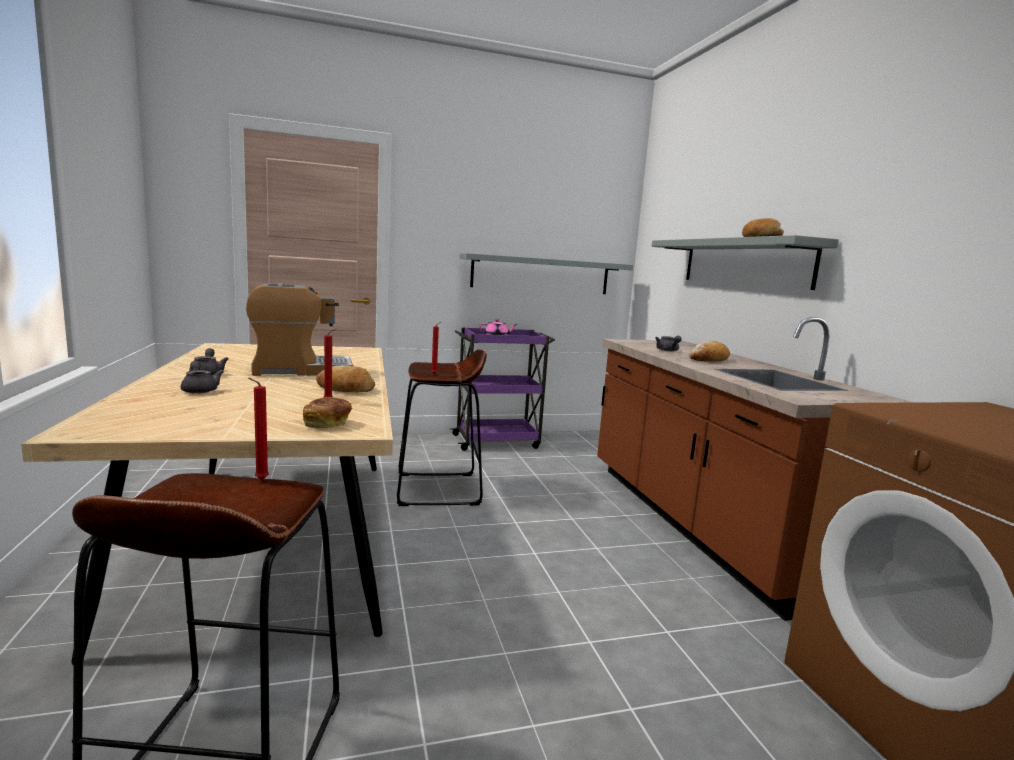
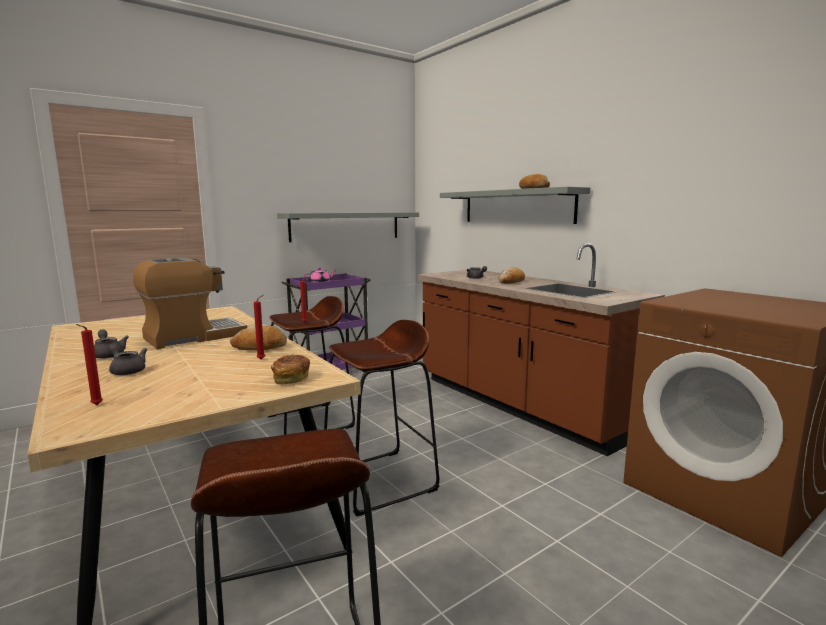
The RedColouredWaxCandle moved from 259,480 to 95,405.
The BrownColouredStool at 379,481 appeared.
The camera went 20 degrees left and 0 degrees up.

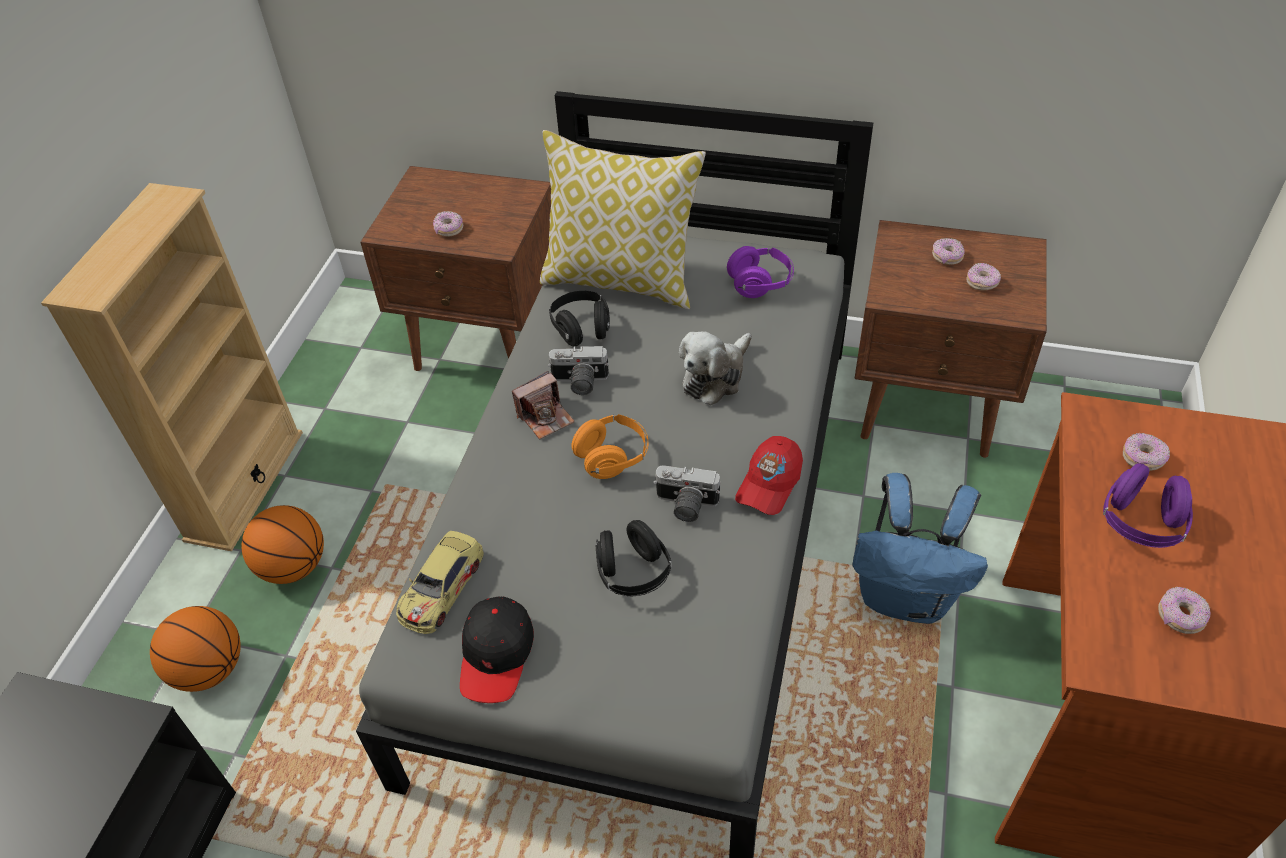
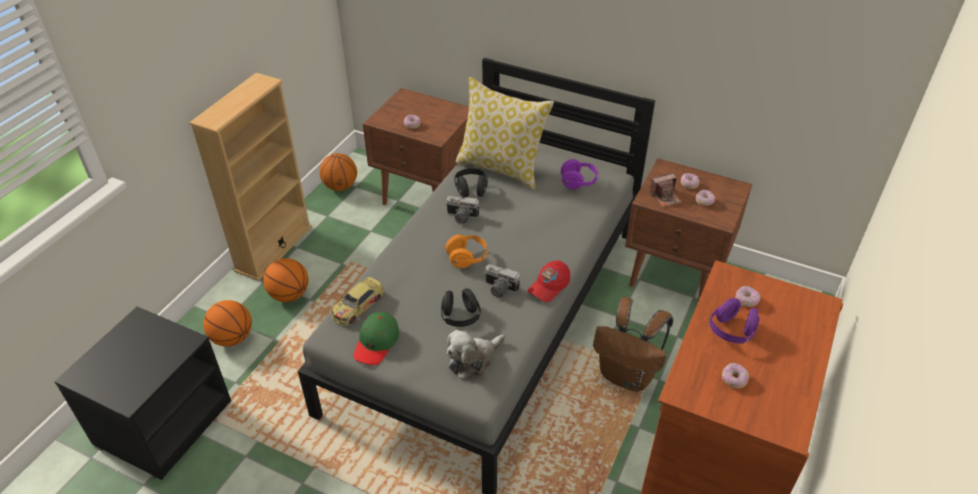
The BallForBasketball at 340,186 appeared.
The BlackishPeakedCap at 496,655 became the GreenColouredPeakedCap at 377,343.
The PlushToy moved from 715,376 to 473,360.
The BlueColouredBackpack at 906,597 became the BrownColouredBackpack at 627,375.
The PhotoCamera moved from 545,417 to 665,197.
The camera went 10 degrees right and 5 degrees down.

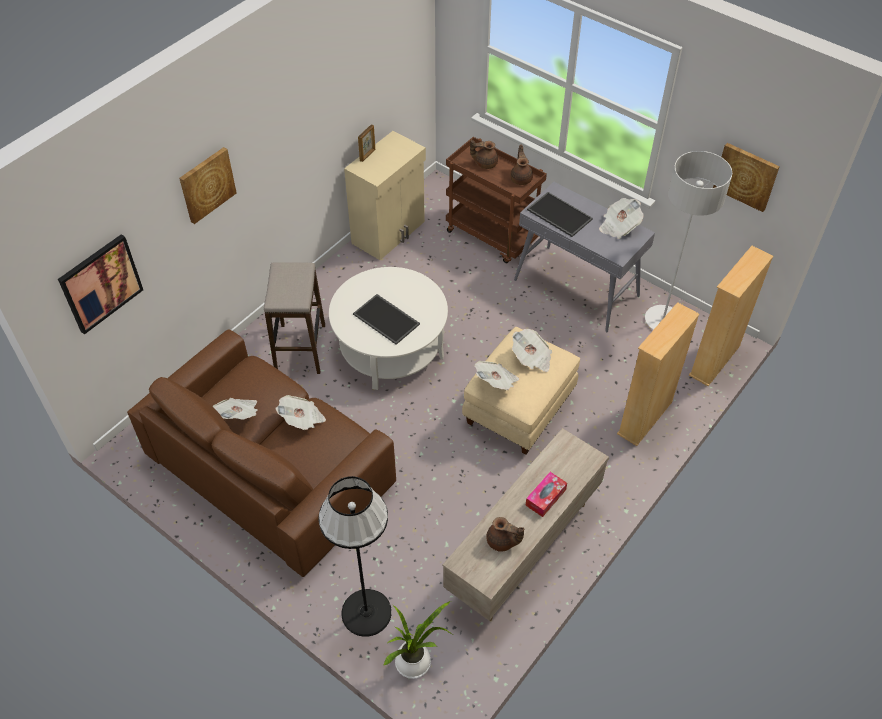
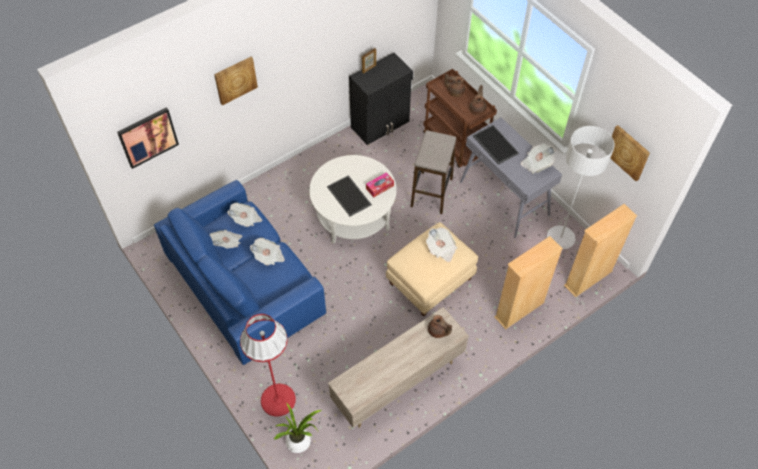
The BrownColouredSofa at 271,468 became the BlueColouredSofa at 245,283.
The PrintedPaper moved from 496,382 to 246,219.
The BlackishFloorLamp at 366,612 became the RedColouredFloorLamp at 278,400.
The BeigeColouredStorageCabinet at 389,232 became the BlackishStorageCabinet at 381,124.
The TissueHolder moved from 545,497 to 380,187.
The Stool moved from 300,349 to 431,193.
The BrownColouredPotForTea moved from 502,541 to 438,331.
The camera went 15 degrees right and 5 degrees up.

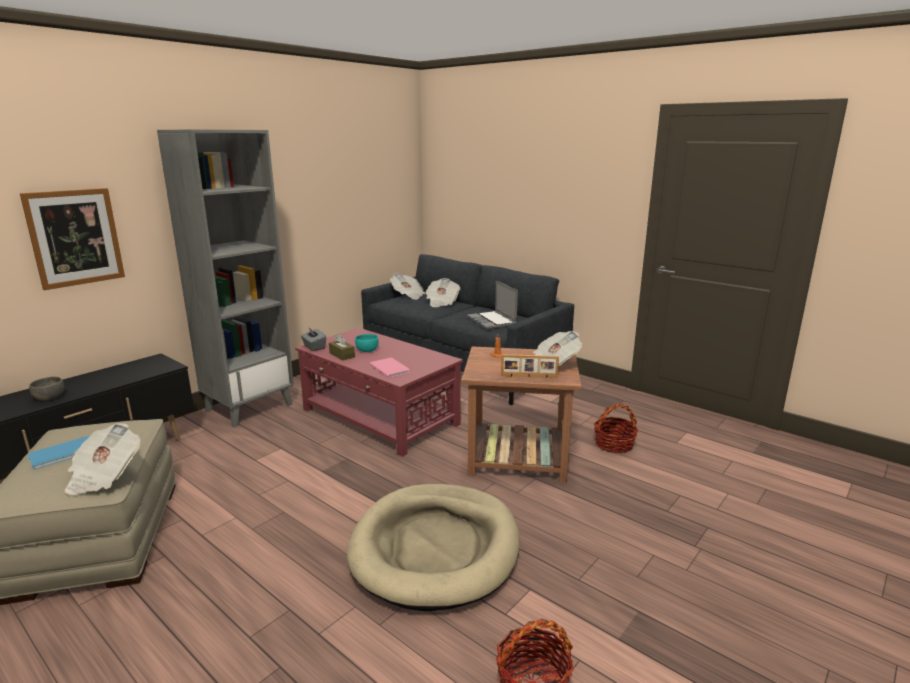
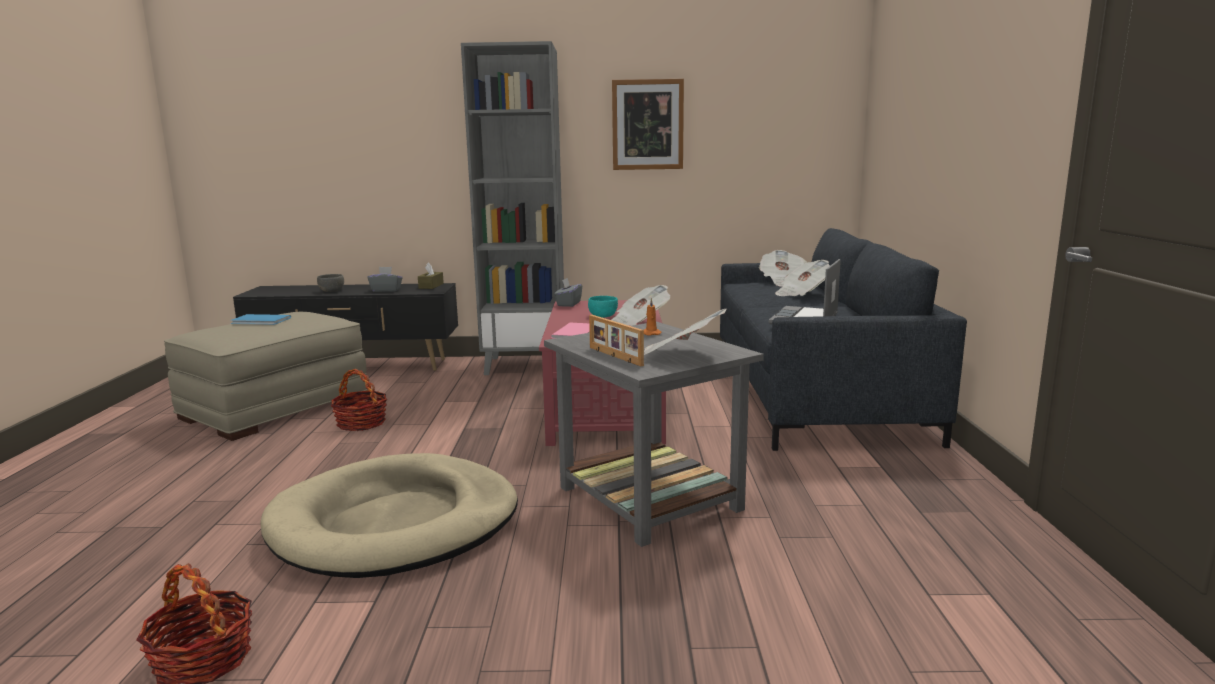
The Basket moved from 613,444 to 361,423.
The GreyishTissueHolder at 386,290 appeared.
The BrownColouredTissueHolder moved from 342,355 to 431,286.
The BrownColouredEndTable at 519,457 became the GreyishEndTable at 650,499.
The WallPicture moved from 75,237 to 647,125.
The PrintedPaper moved from 104,476 to 638,323.
The camera went 50 degrees right and 5 degrees down.

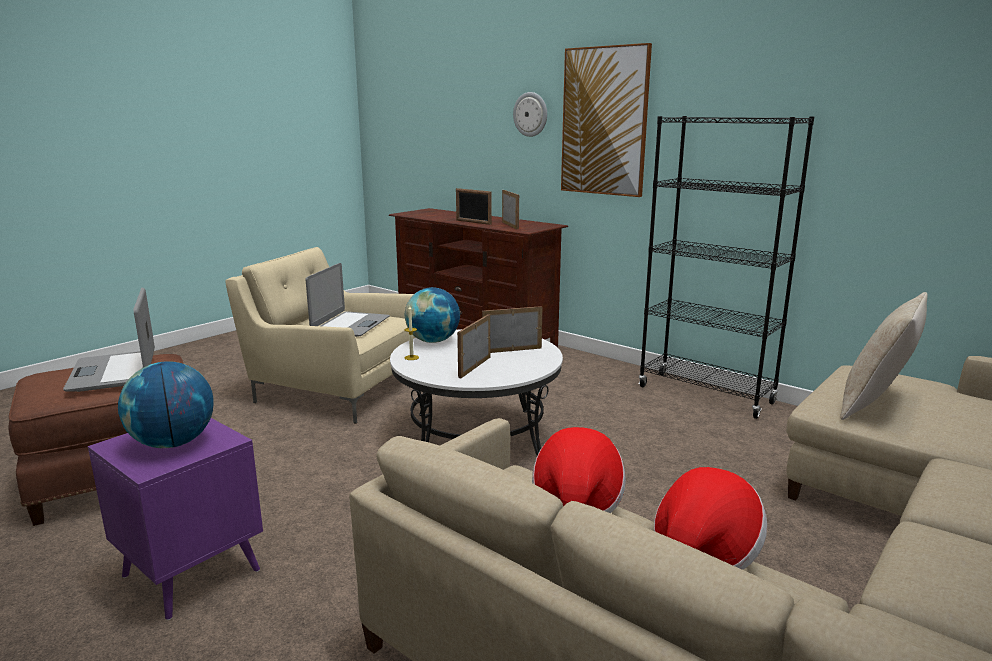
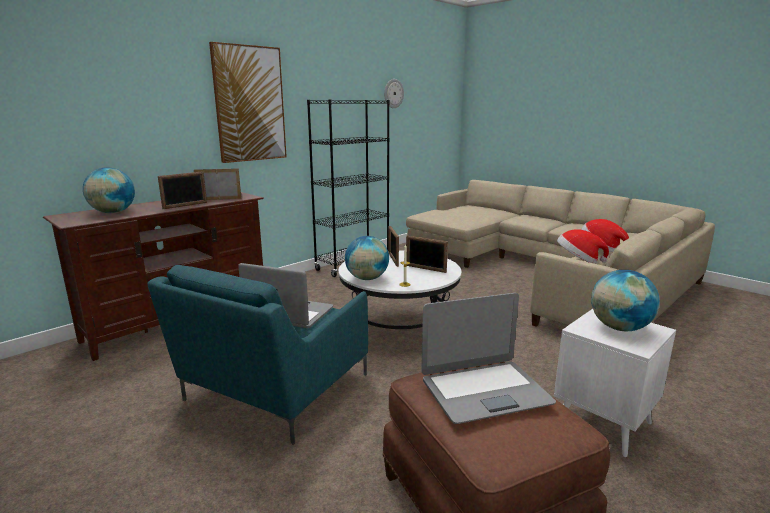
The WorldGlobe at 113,212 appeared.
The BeigeColouredArmchair at 337,387 became the TurquoiseColouredArmchair at 273,390.
The WallClock moved from 530,114 to 393,93.
The PurplishEndTable at 191,573 became the WhitishEndTable at 603,423.
The BeigeColouredThrowPillow at 875,404 disappeared.
The camera went 85 degrees left and 0 degrees up.

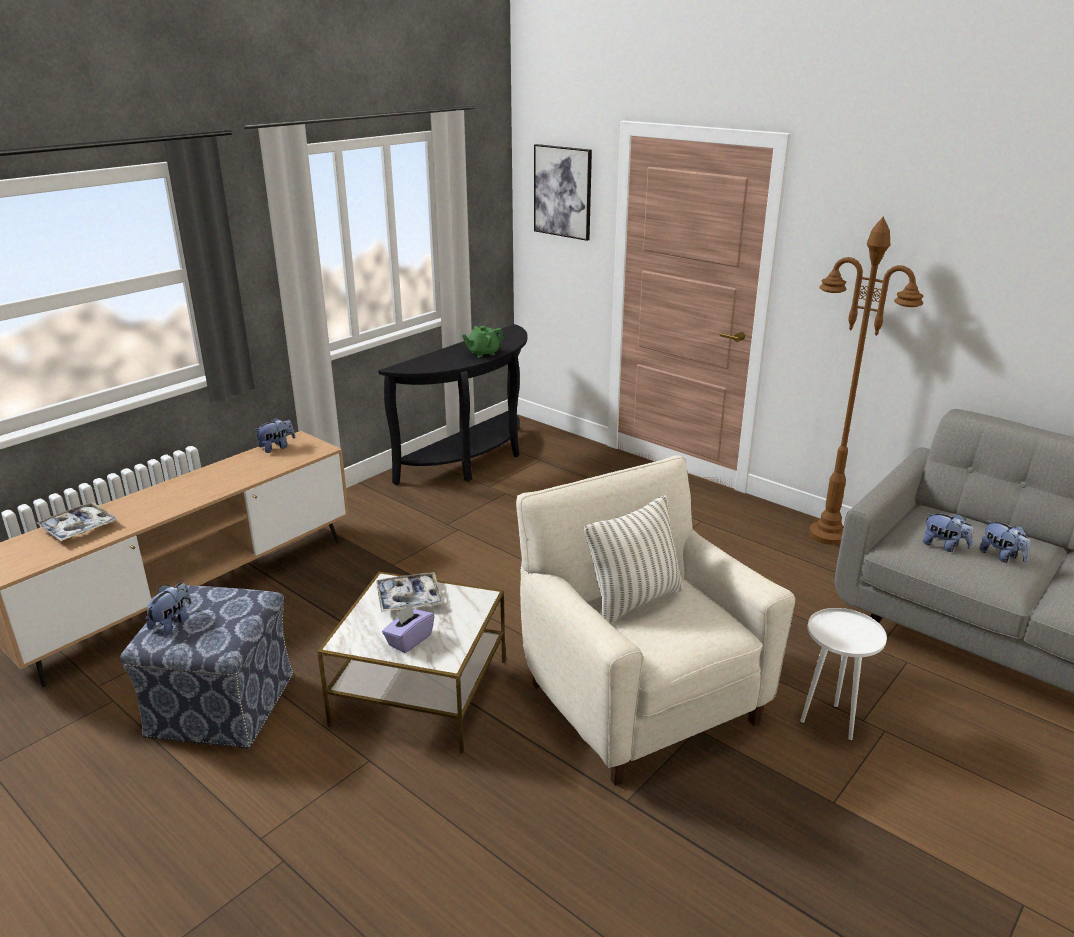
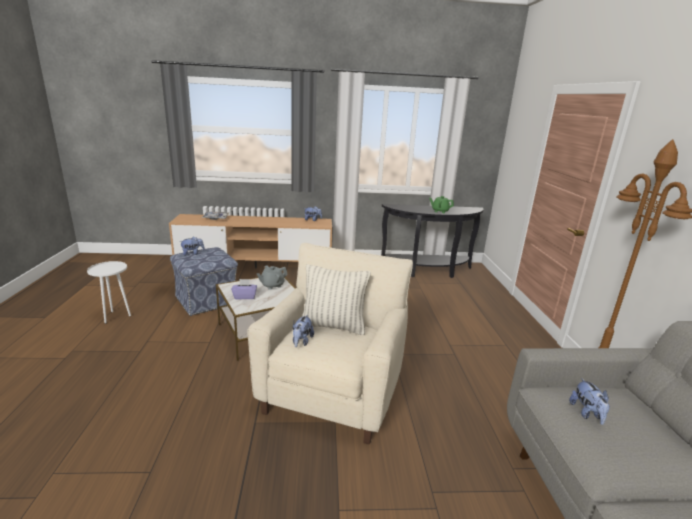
The WhitishEndTable moved from 829,722 to 116,316.
The Tray at 409,598 was replaced by the GreyishPotForTea at 272,285.
The PlushToy moved from 1001,556 to 301,342.
The WallPicture at 563,192 disappeared.
The camera went 45 degrees right and 5 degrees down.

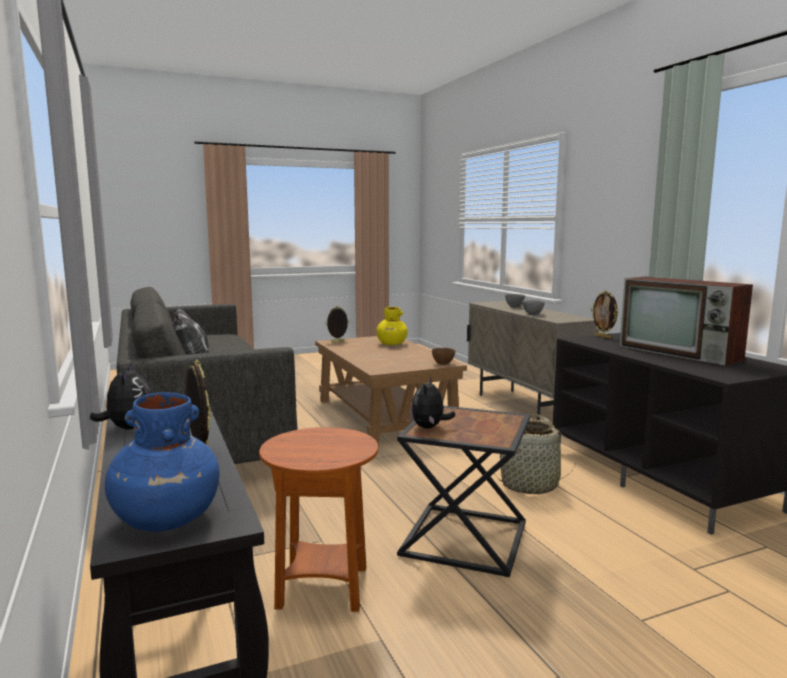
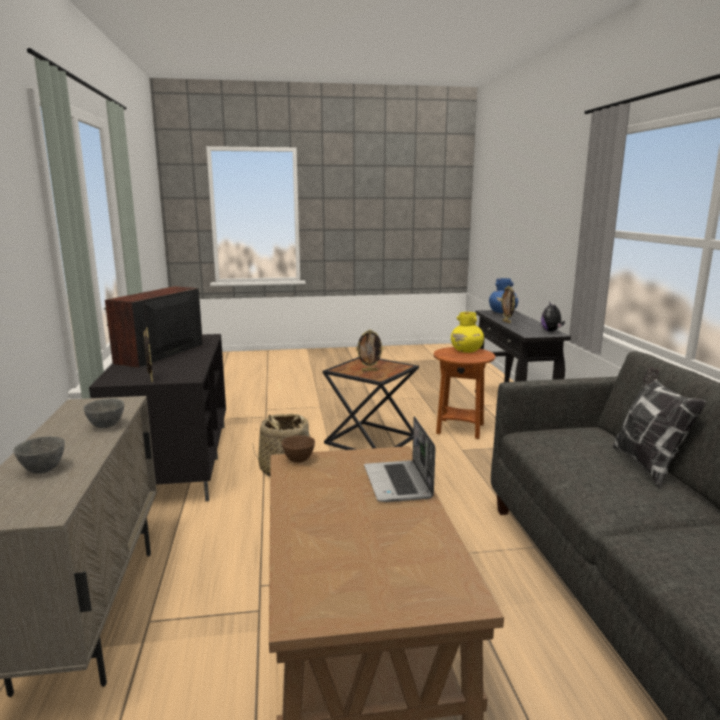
The Television at 681,353 turned 135 degrees counterclockwise.
The StandingFrame moved from 337,342 to 369,370.
The NotebookComputer at 398,483 appeared.
The YellowColouredVase moved from 391,344 to 466,351.
The PlushToy at 430,427 disappeared.
The camera went 165 degrees left and 5 degrees up.

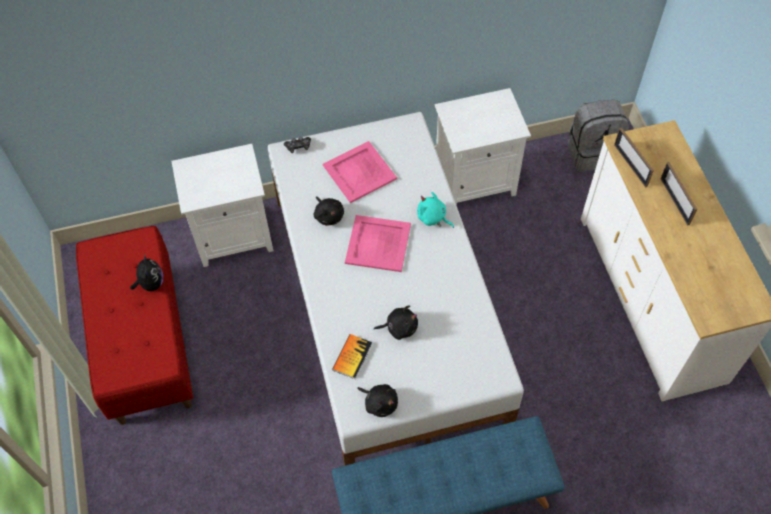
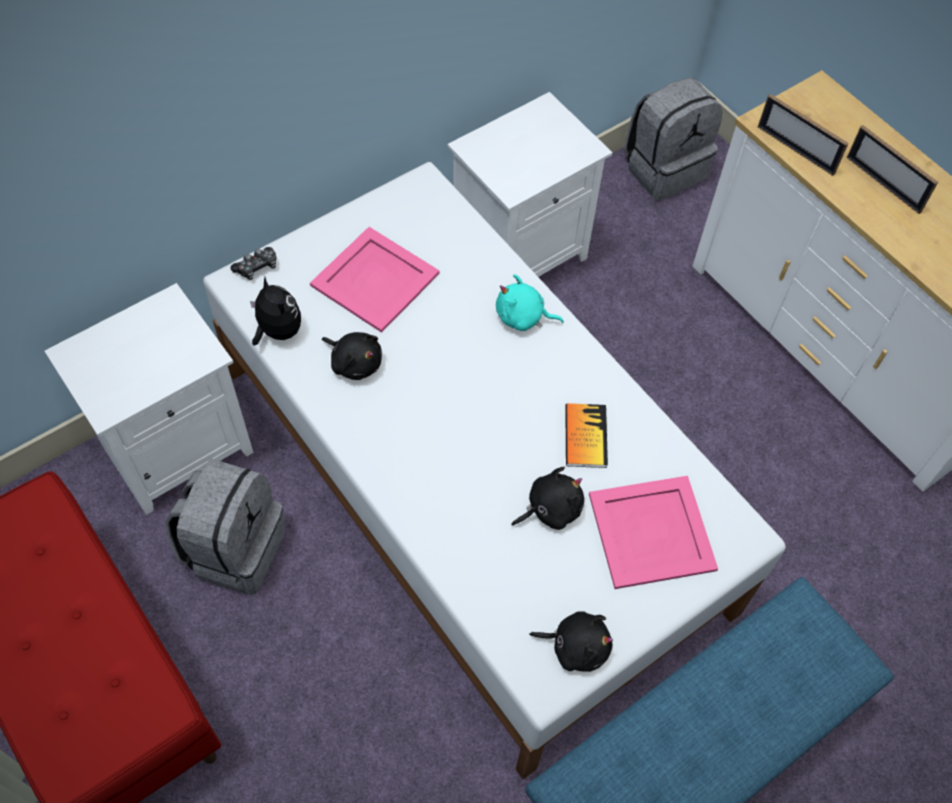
The GreyishBackpack at 234,548 appeared.
The PlushToy moved from 151,283 to 277,331.
The Volume moved from 352,357 to 585,436.
The PinkColouredTray moved from 377,244 to 651,533.
The camera went 25 degrees left and 0 degrees up.

